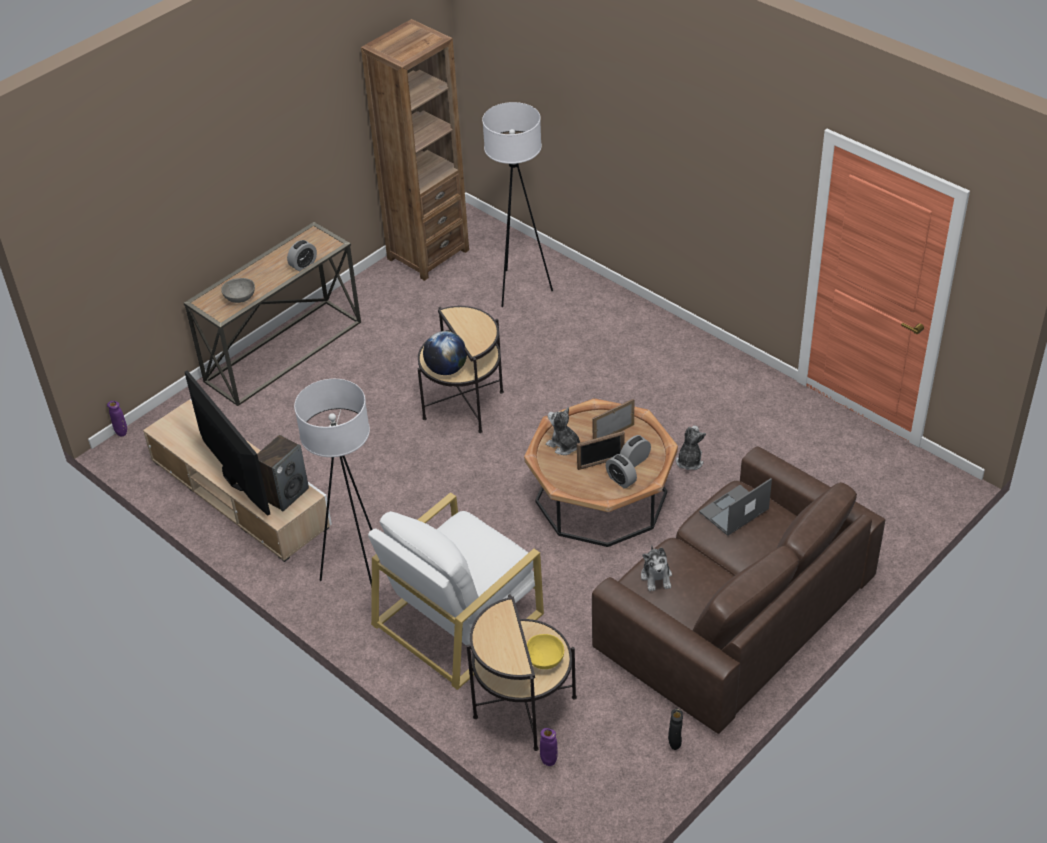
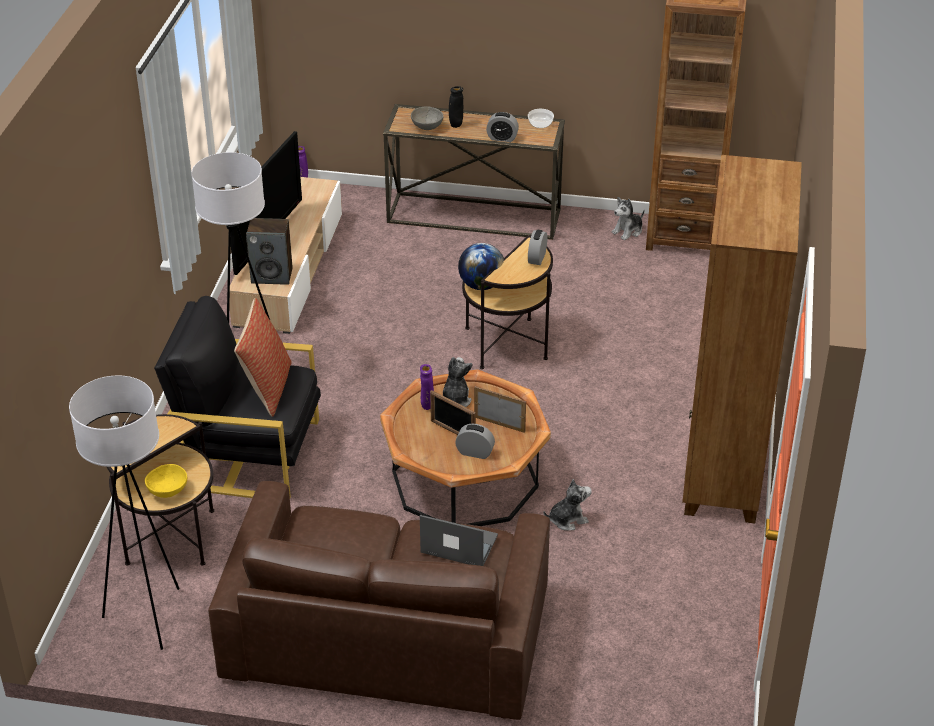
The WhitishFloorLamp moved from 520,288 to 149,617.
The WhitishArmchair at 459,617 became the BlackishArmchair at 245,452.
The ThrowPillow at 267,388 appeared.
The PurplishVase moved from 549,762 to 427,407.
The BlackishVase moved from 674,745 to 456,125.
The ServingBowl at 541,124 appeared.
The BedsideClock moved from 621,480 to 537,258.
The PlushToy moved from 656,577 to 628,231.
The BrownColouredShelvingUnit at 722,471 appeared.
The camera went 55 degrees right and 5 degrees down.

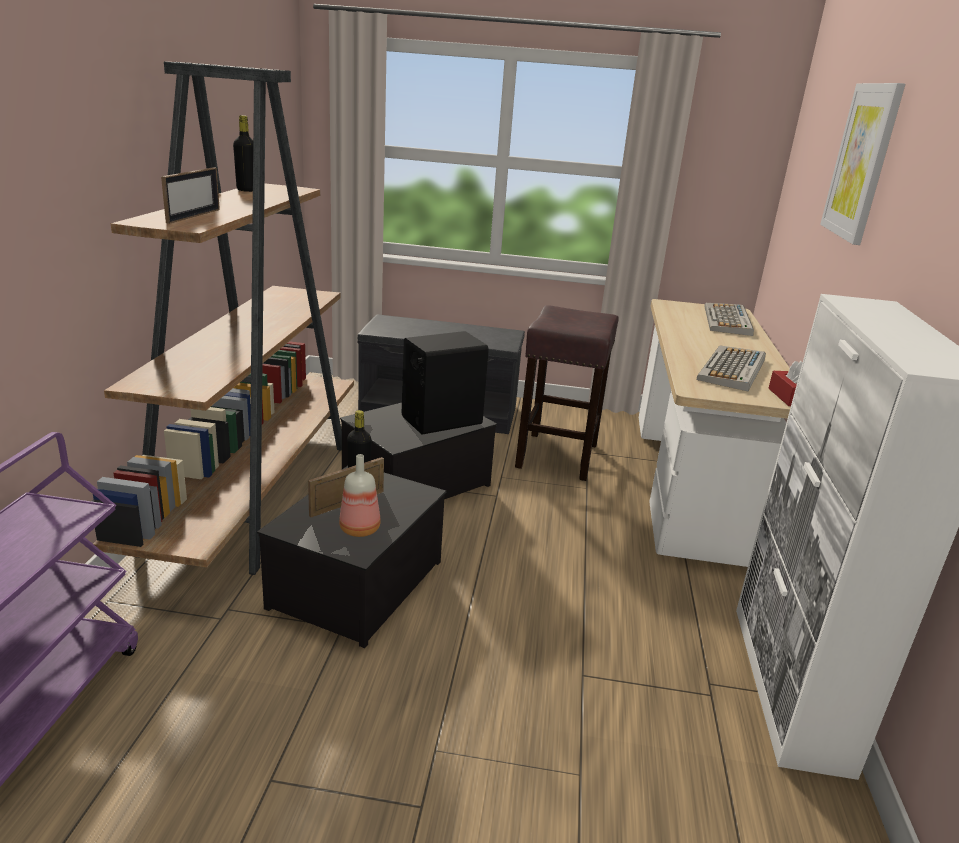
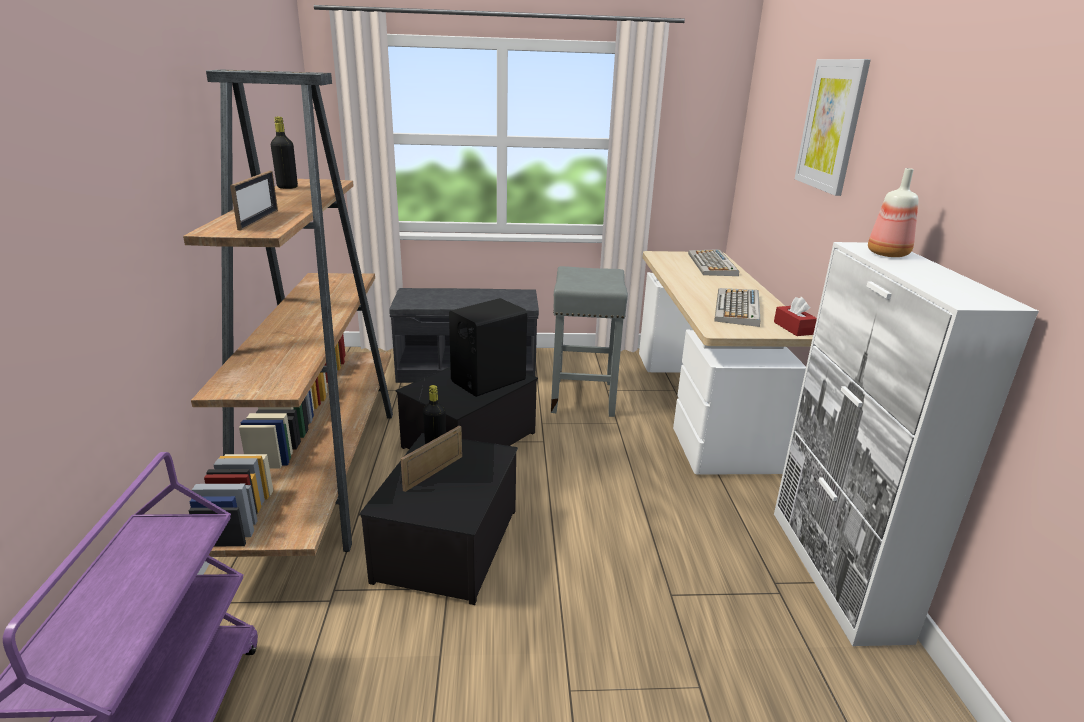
The BrownColouredStool at 557,455 became the GreyishStool at 582,396.
The DrinkBottle moved from 361,529 to 889,254.
The camera went 10 degrees left and 0 degrees up.

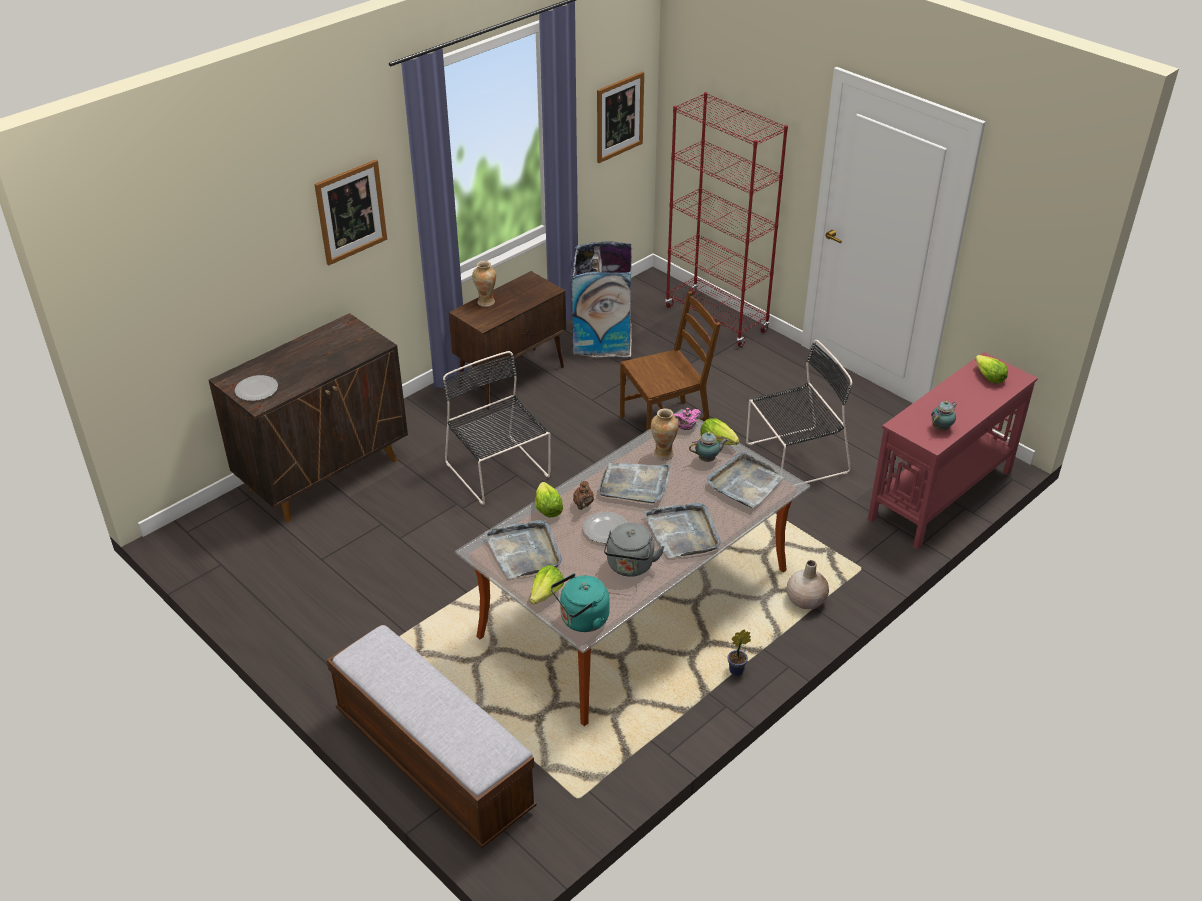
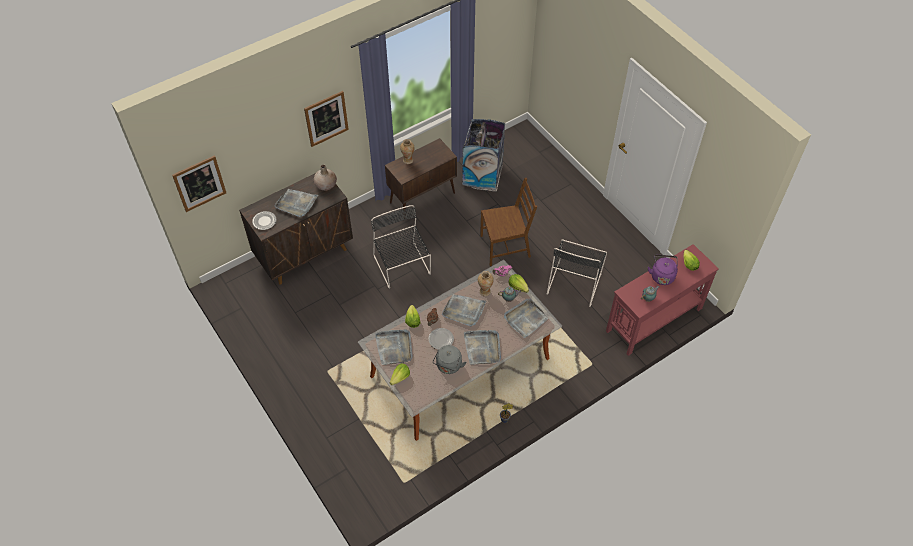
The WallPicture moved from 619,117 to 199,183.
The GreyishTray at 296,203 appeared.
The BeigeColouredVase moved from 805,600 to 326,185.
The BlackishUprightChair at 794,459 turned 120 degrees clockwise.
The PurplishWaterKettle at 662,275 appeared.
The Bench at 433,760 disappeared.
The TurquoiseColouredWaterKettle at 582,620 disappeared.
The RedColouredShelvingUnit at 716,319 disappeared.
The camera went 10 degrees right and 15 degrees up.

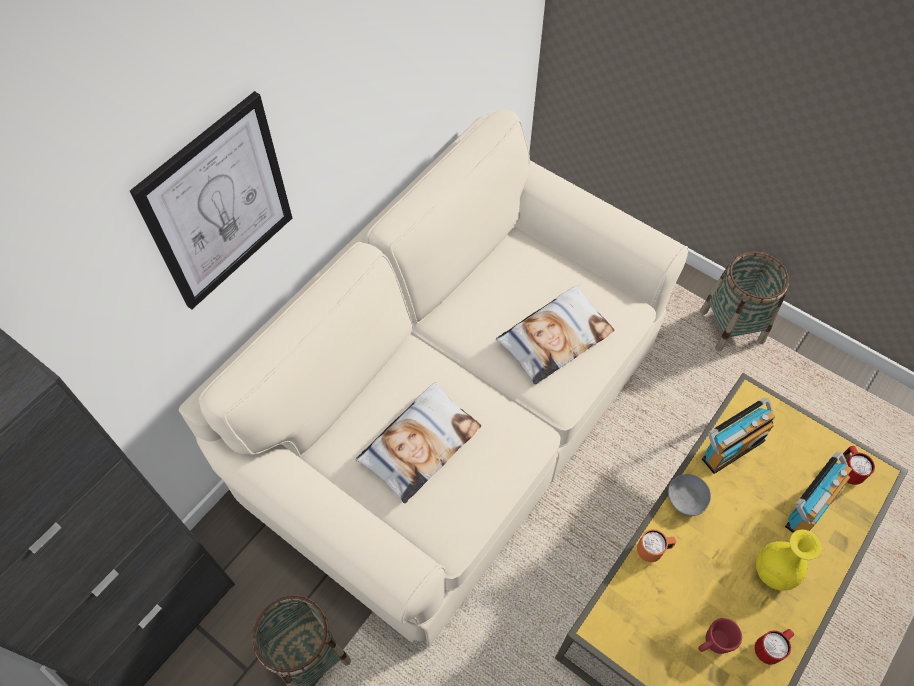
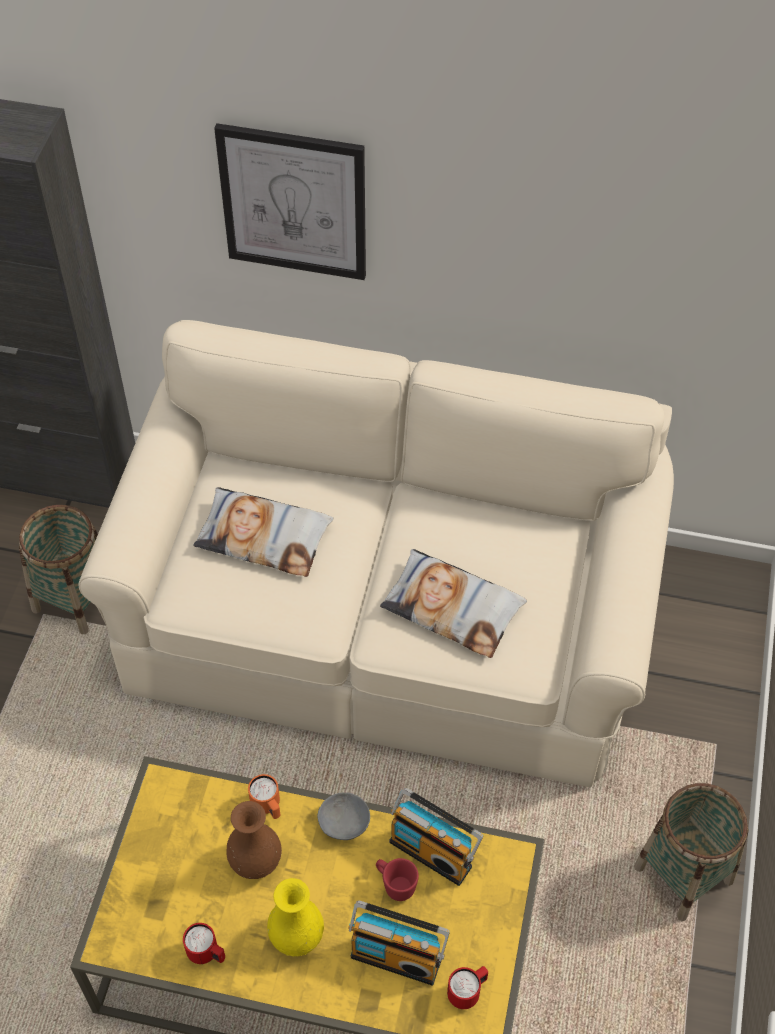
The BrownColouredVase at 256,860 appeared.
The RedColouredCoffeeMug moved from 712,643 to 395,884.
The camera went 65 degrees right and 5 degrees down.

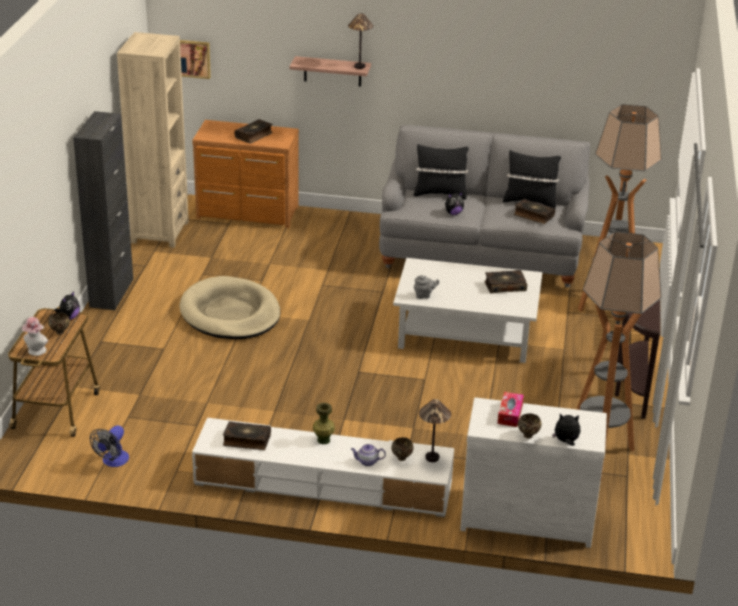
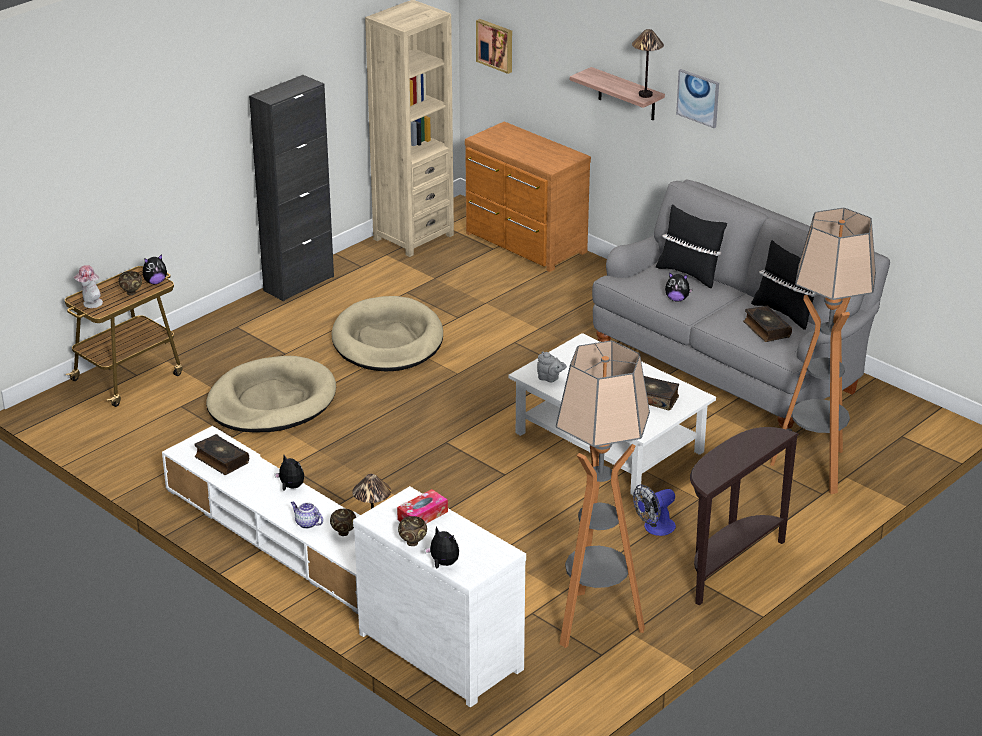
The BeigeColouredPetBed at 271,401 appeared.
The GreenColouredVase at 323,440 was replaced by the PlushToy at 291,487.
The CoolingFan moved from 113,461 to 654,528.
The WallPicture at 698,98 appeared.
The Volume at 254,135 disappeared.
The camera went 35 degrees right and 0 degrees up.

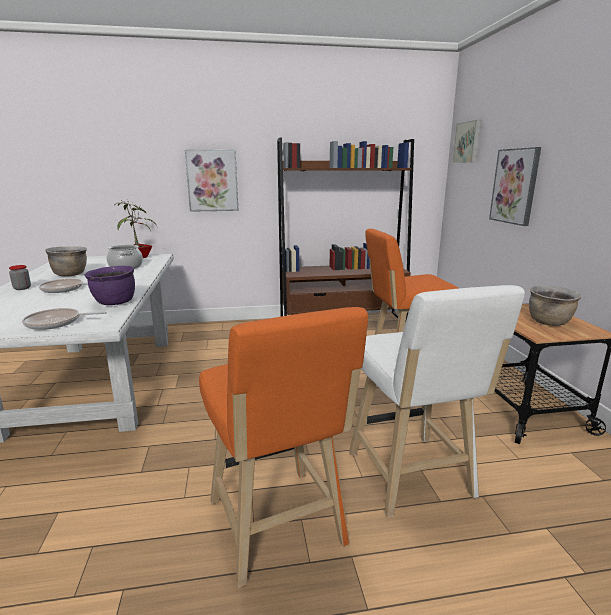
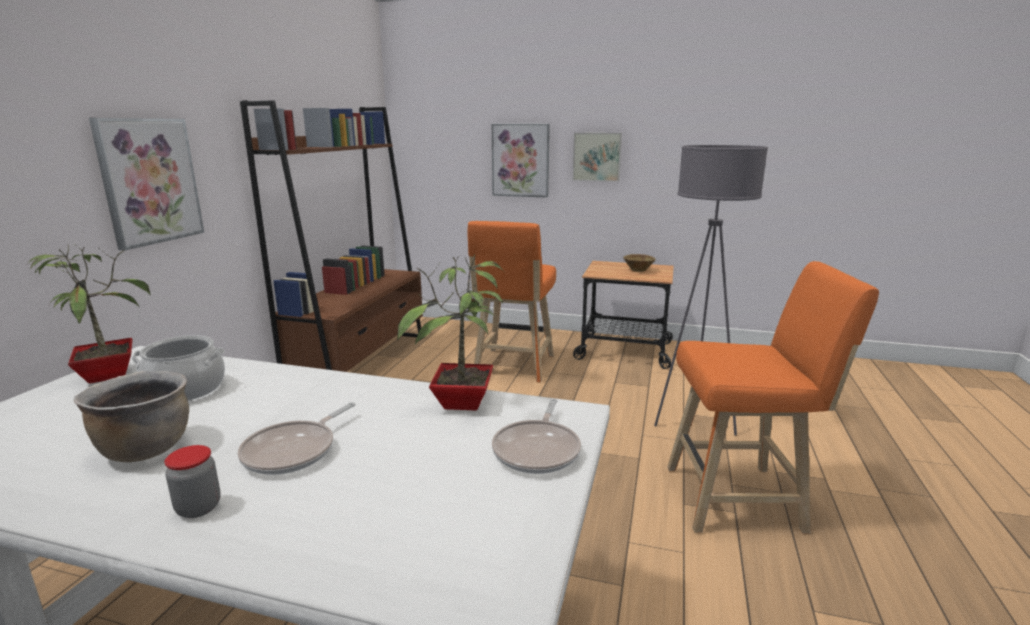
The PurplishCookingPot at 114,303 was replaced by the PottedPlant at 462,404.
The WallPicture moved from 468,142 to 597,156.
The BrownColouredCookingPot at 549,322 was replaced by the BrownColouredServingBowl at 638,270.
The WhitishStool at 412,478 was replaced by the GreyishFloorLamp at 693,420.
The camera went 65 degrees left and 0 degrees up.

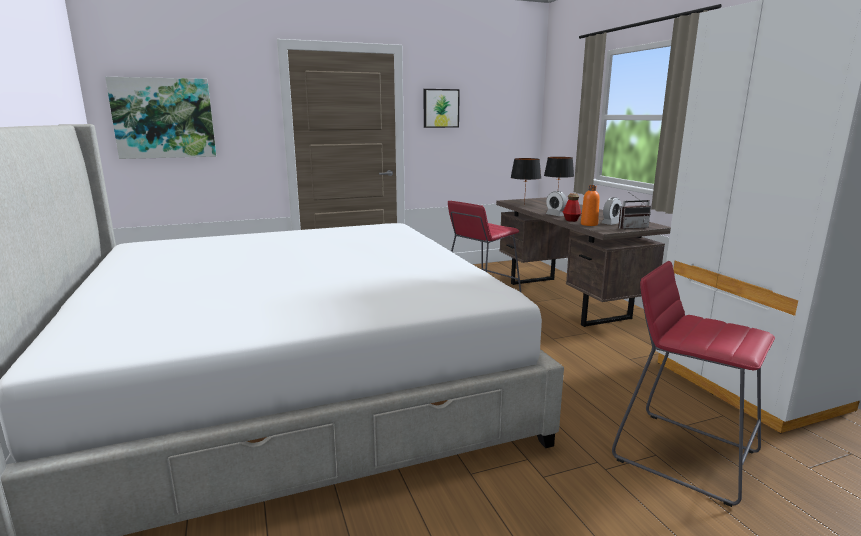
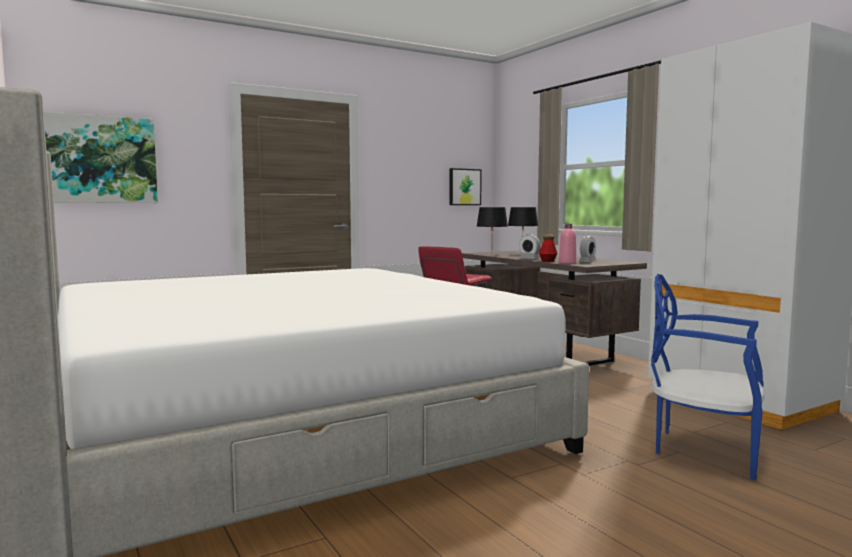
The WallPicture moved from 440,108 to 464,187.
The OrangeDrinkBottle at 589,224 became the PinkColouredDrinkBottle at 567,262.
The RedColouredStool at 684,455 was replaced by the BlueColouredUprightChair at 704,450.
The RadioSet at 631,227 disappeared.
The camera went 10 degrees left and 10 degrees down.

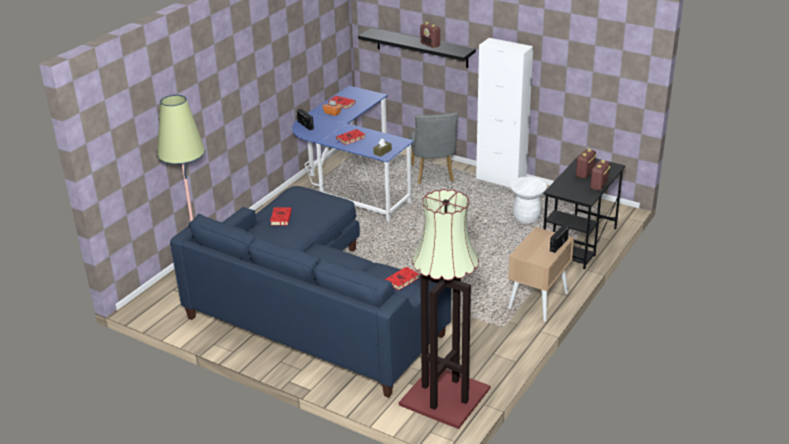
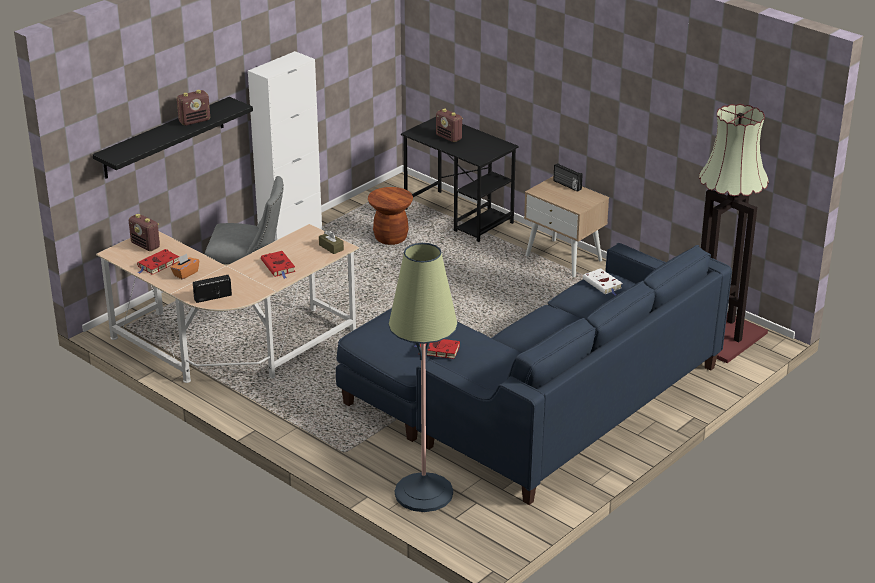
The BlueColouredDeskTable at 351,183 became the BeigeColouredDeskTable at 232,349.
The RadioSet moved from 599,185 to 146,245.
The WhitishStool at 526,217 became the BrownColouredStool at 391,238.
The RedColouredVolume at 401,281 became the WhitishVolume at 603,284.
The camera went 80 degrees left and 0 degrees up.

